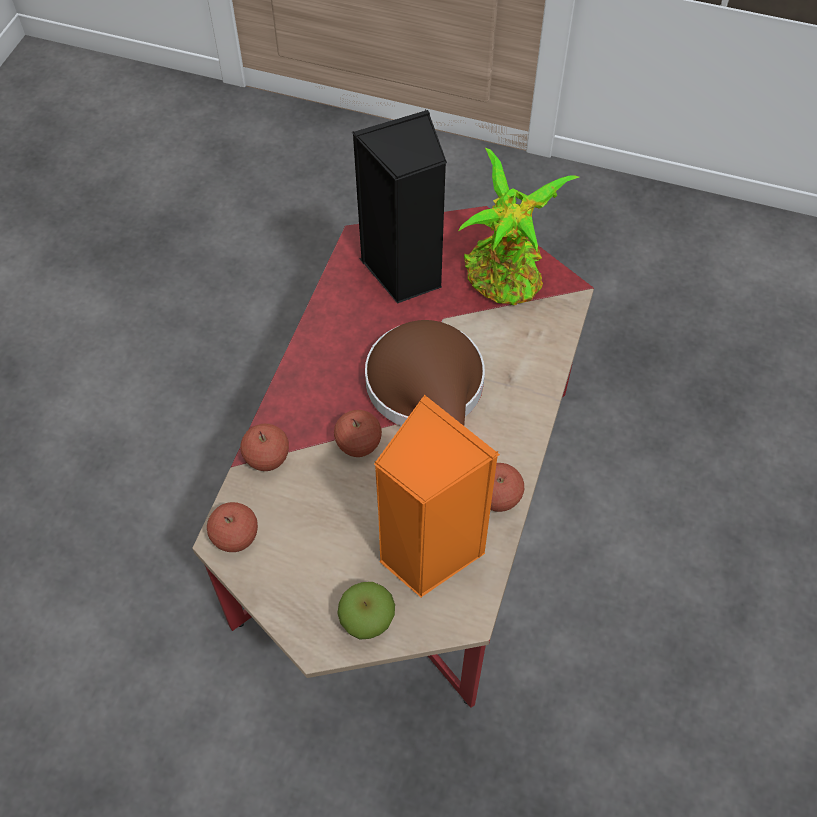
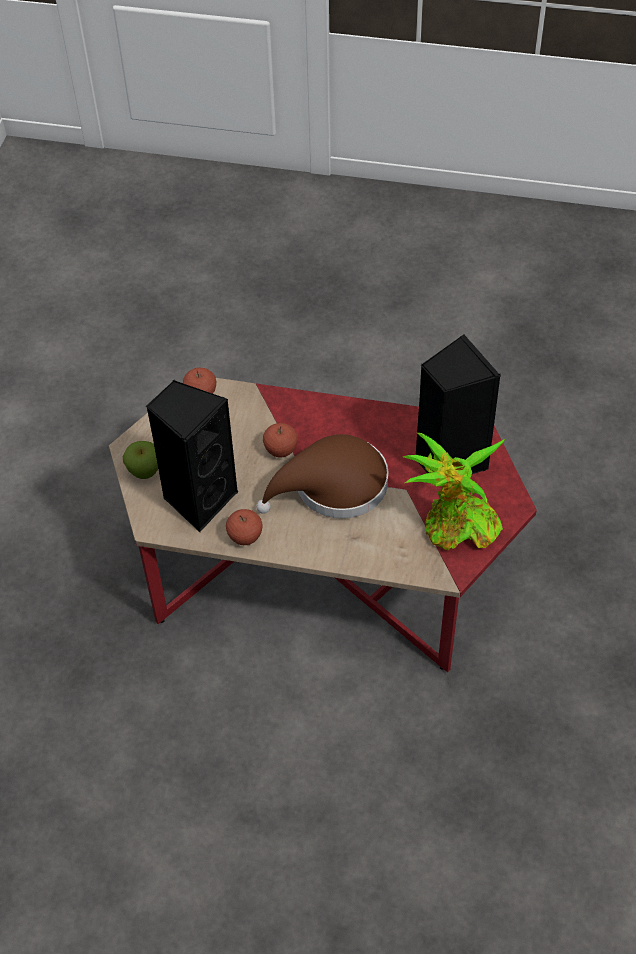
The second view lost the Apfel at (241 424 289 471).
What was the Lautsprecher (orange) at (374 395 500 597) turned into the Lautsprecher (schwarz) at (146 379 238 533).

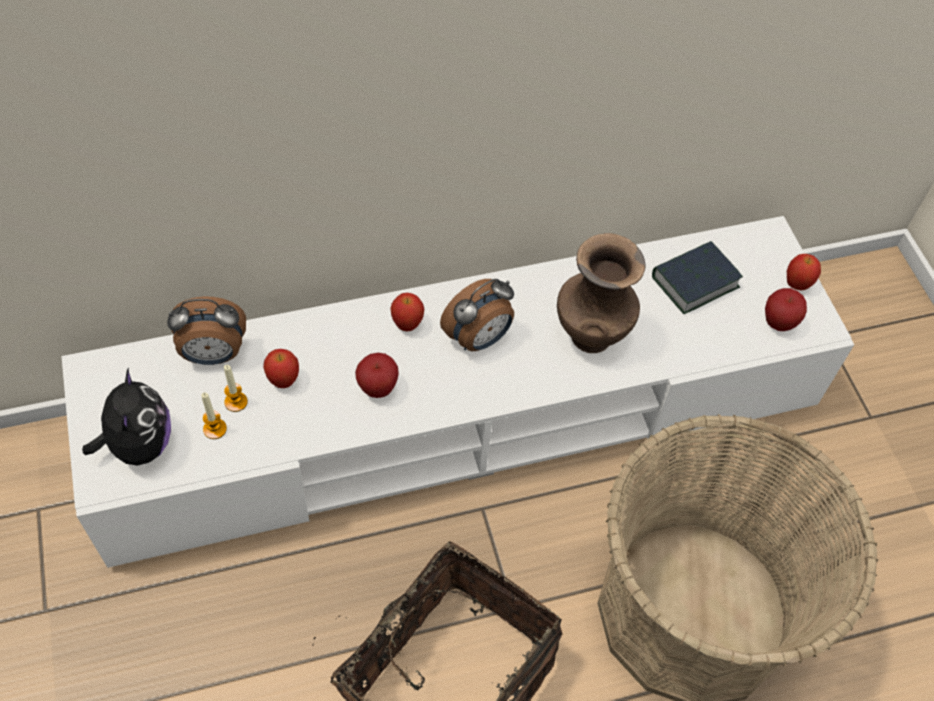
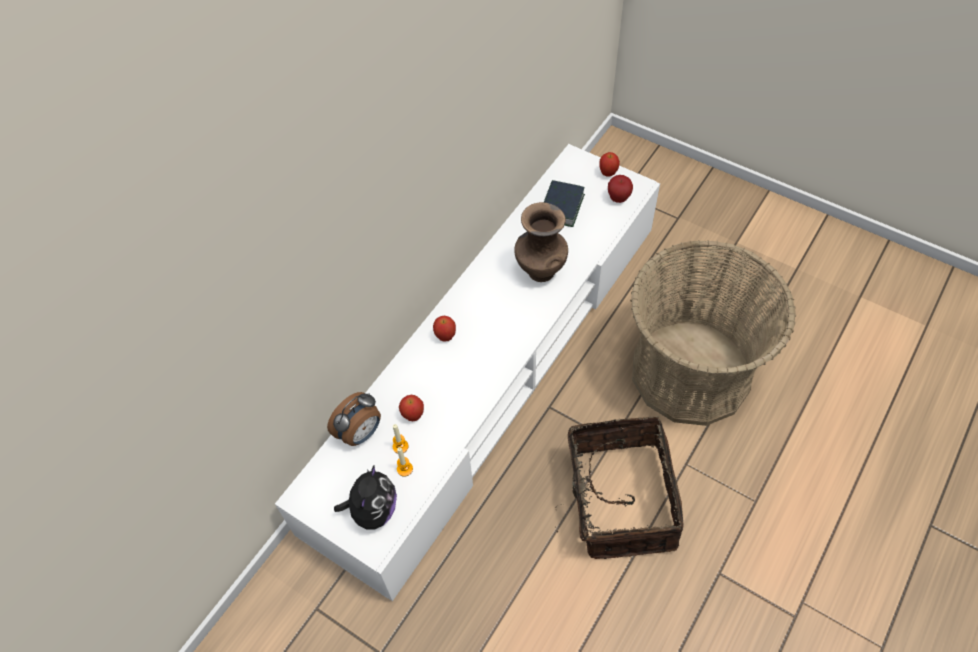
The Plüschtier at (82 367 171 466) ended up facing another way, 60 degrees clockwise from before.
The second view lost the Apfel at (355 353 399 398).
The second view lost the Wecker at (440 279 514 351).

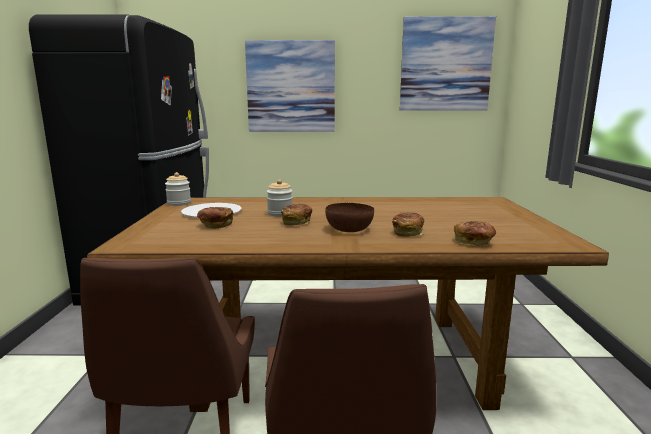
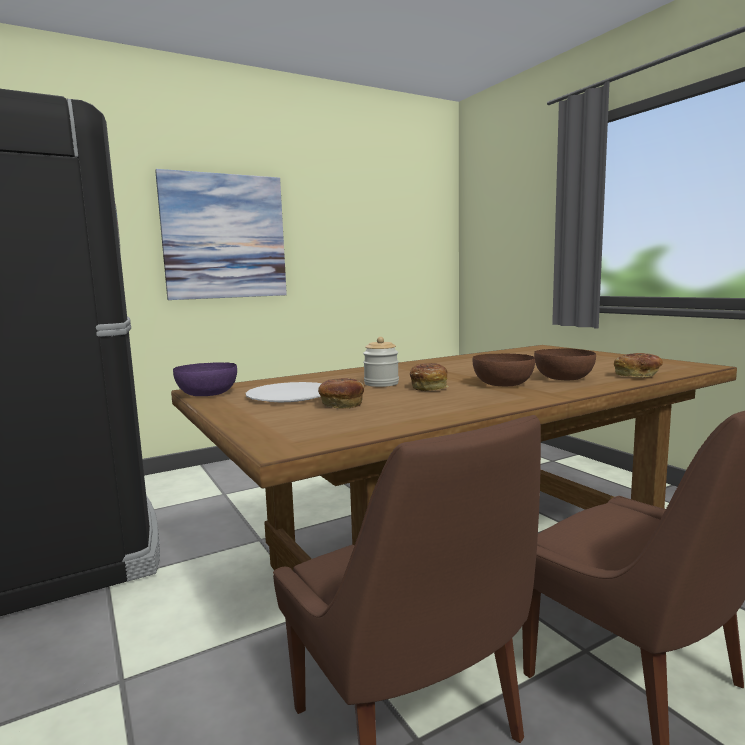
Where the Vorratsglas stood at (165 172 191 206), the Schüssel (lila) came to stand at (173 362 237 396).
Where the Brot stood at (392 212 424 237), the Schüssel (braun) came to stand at (534 348 596 380).
The second view lost the Bild at (400 16 496 111).

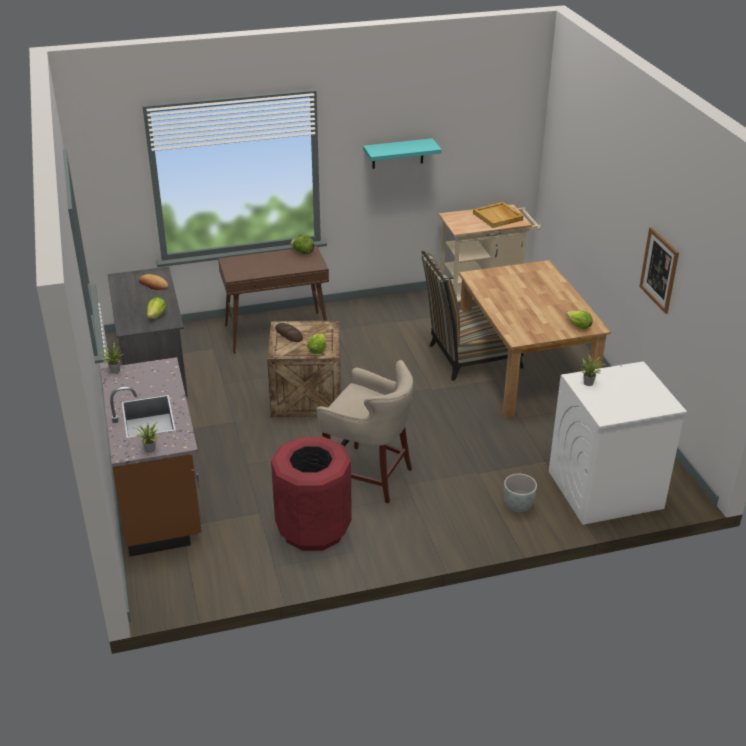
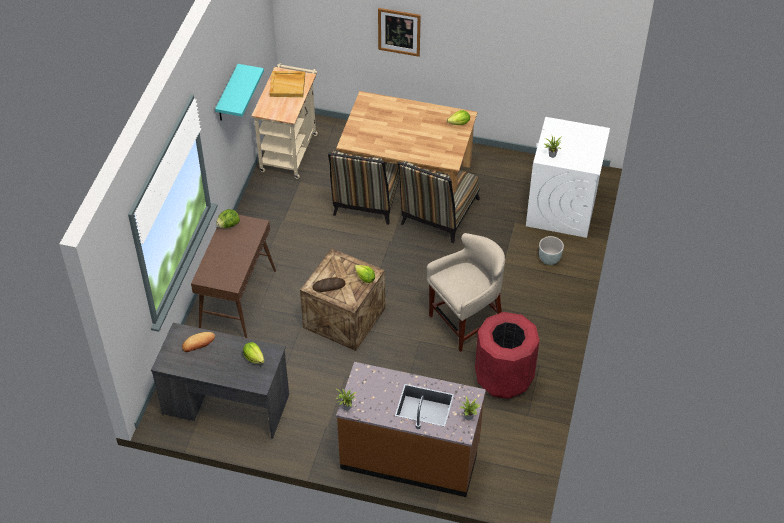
The Bild ended up elsewhere, having gone from (639 227 679 314) to (378 8 421 57).
The second view gained the Stuhl at (398 161 480 243).

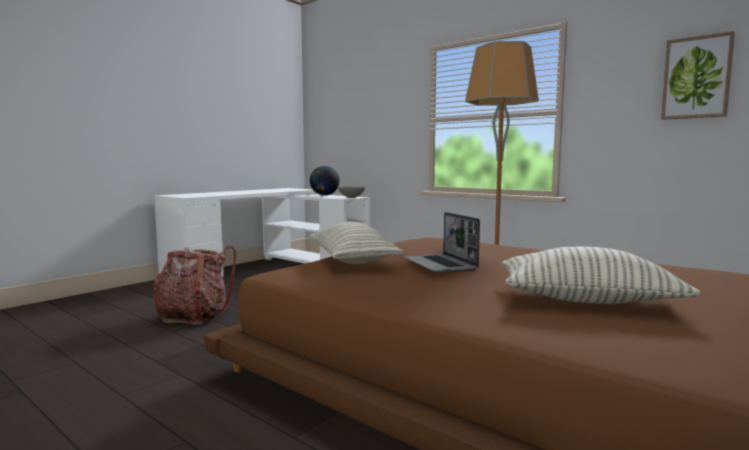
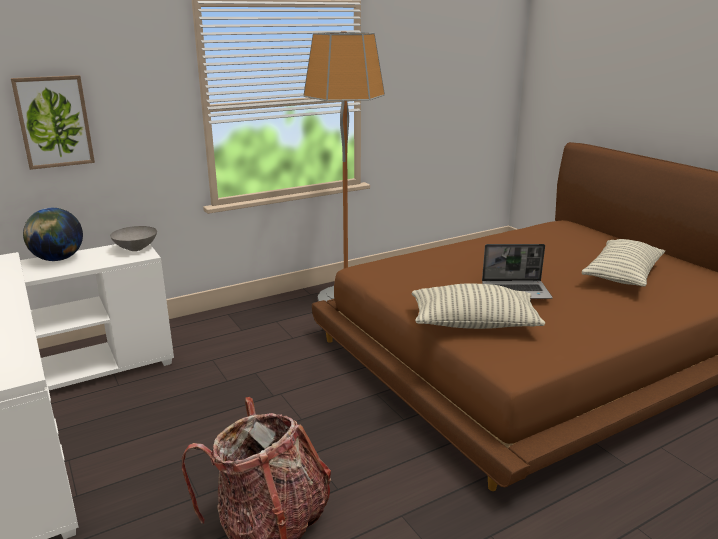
The Bild ended up elsewhere, having gone from (661 31 735 120) to (11 75 95 170).

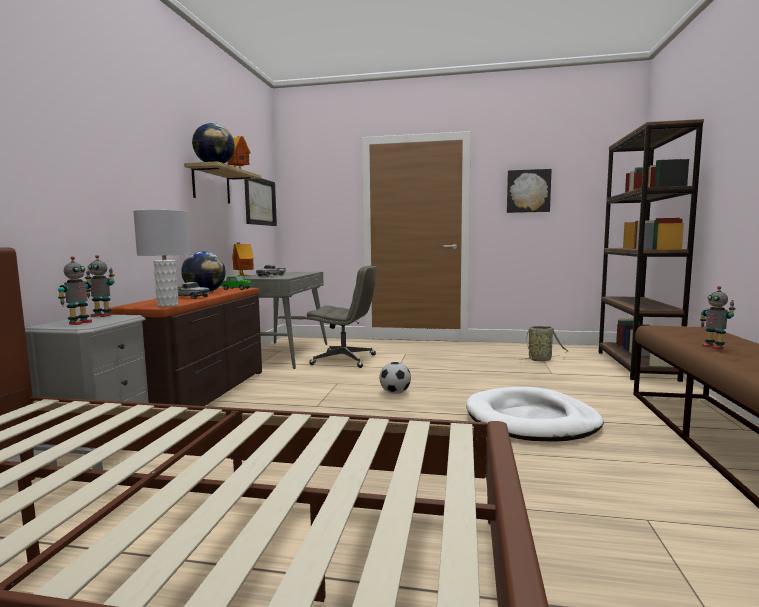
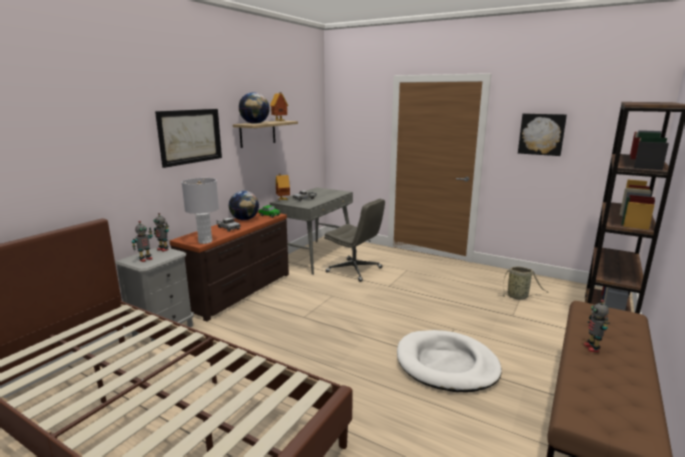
The Bild ended up elsewhere, having gone from (244 178 277 226) to (155 109 222 168).
The second view lost the Fußball at (380 362 411 394).

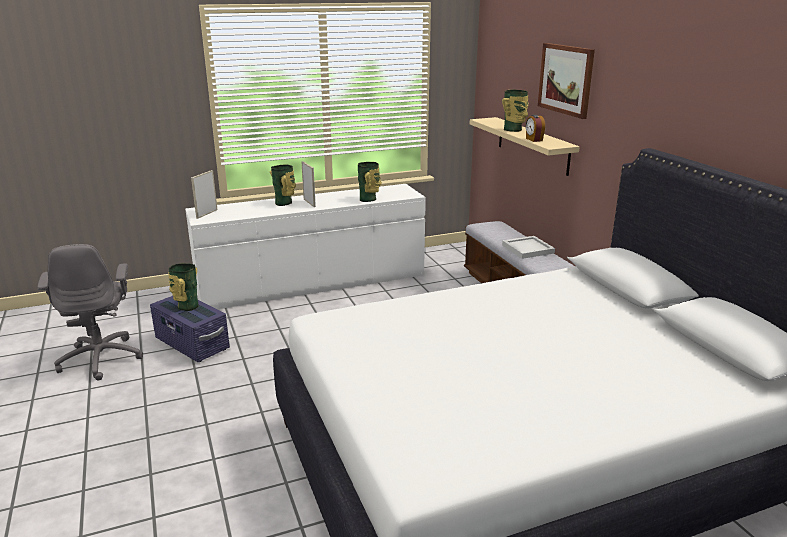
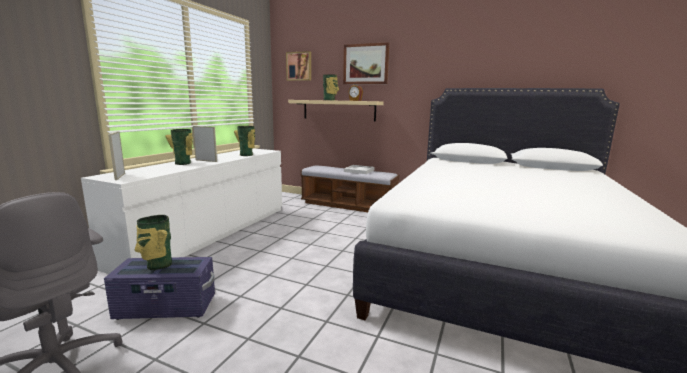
The second view gained the Bild at (286 51 311 81).

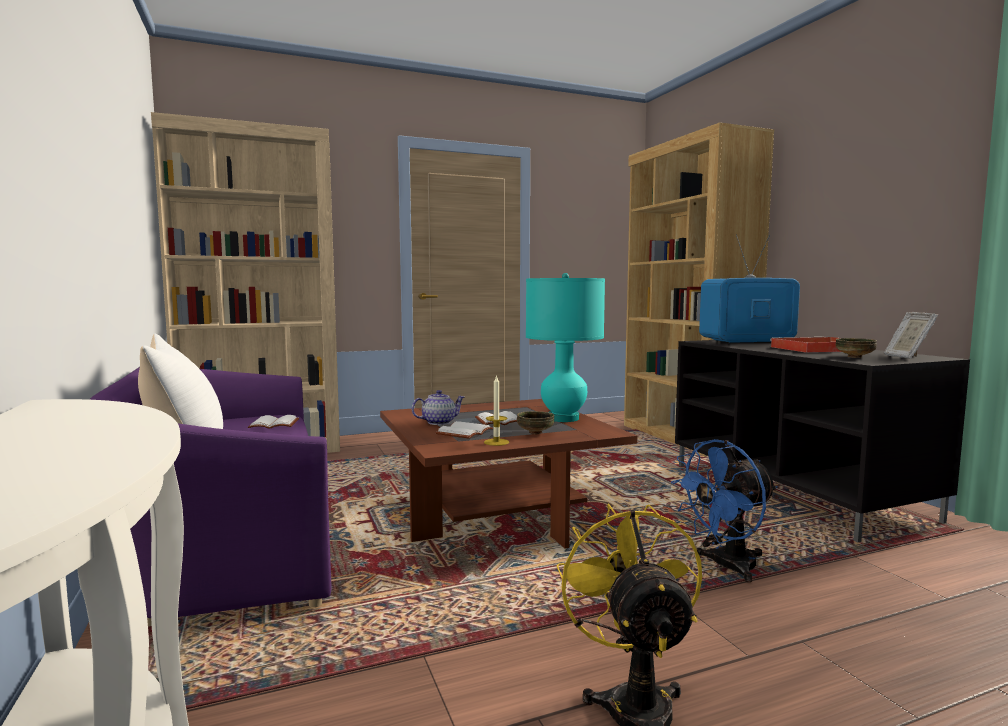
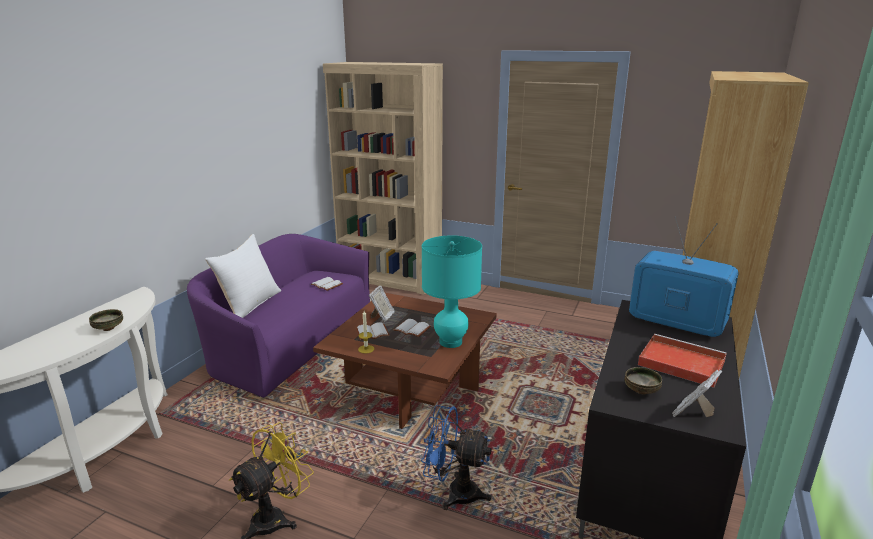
Where the Teekanne stood at (412 390 465 425), the Bilderrahmen came to stand at (369 286 395 322).
The Schüssel ended up elsewhere, having gone from (517 411 554 434) to (89 309 123 331).

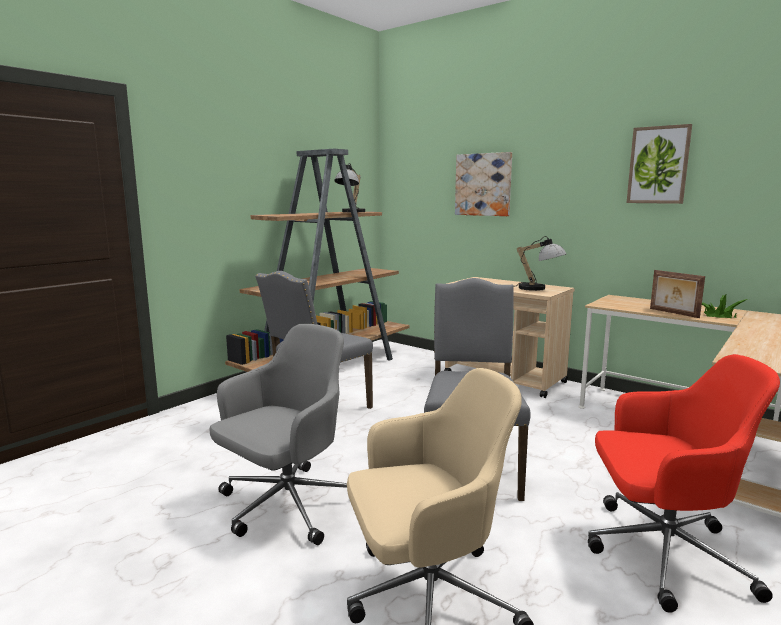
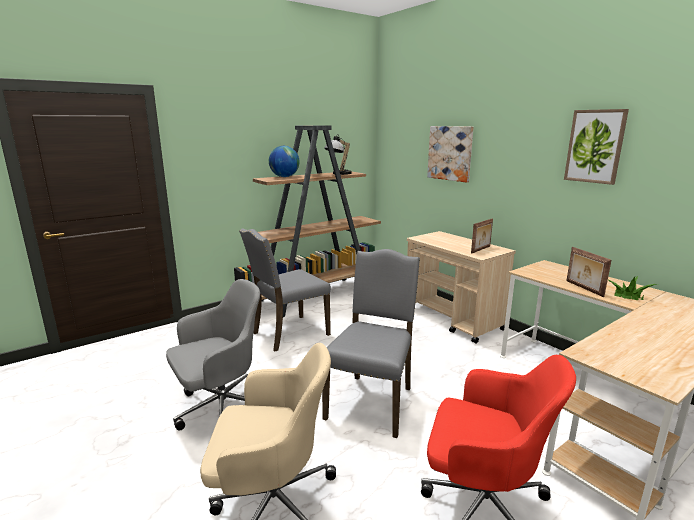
Where the Tischlampe stood at (516 236 566 291), the Bilderrahmen came to stand at (471 218 493 254).
The second view gained the Globus at (269 146 299 177).

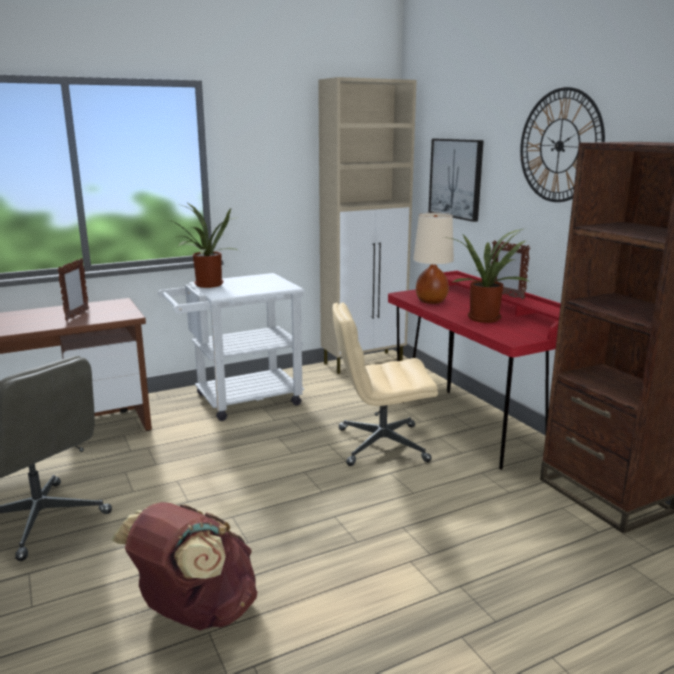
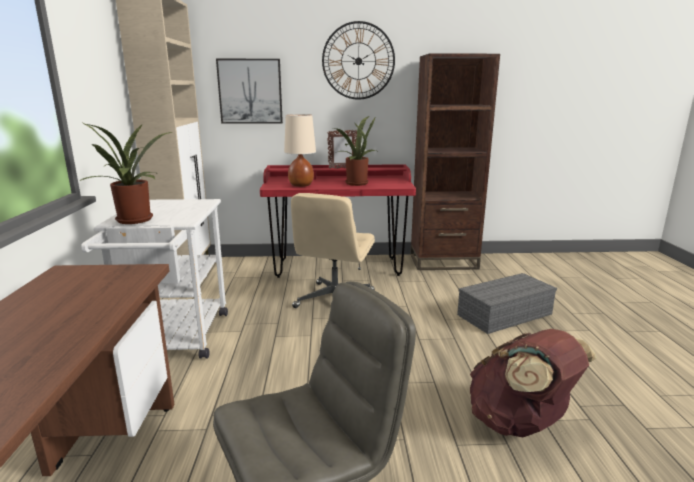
The second view lost the Bilderrahmen at (57 258 89 321).
The second view gained the Aufbewahrungsbox (grau) at (457 273 557 334).

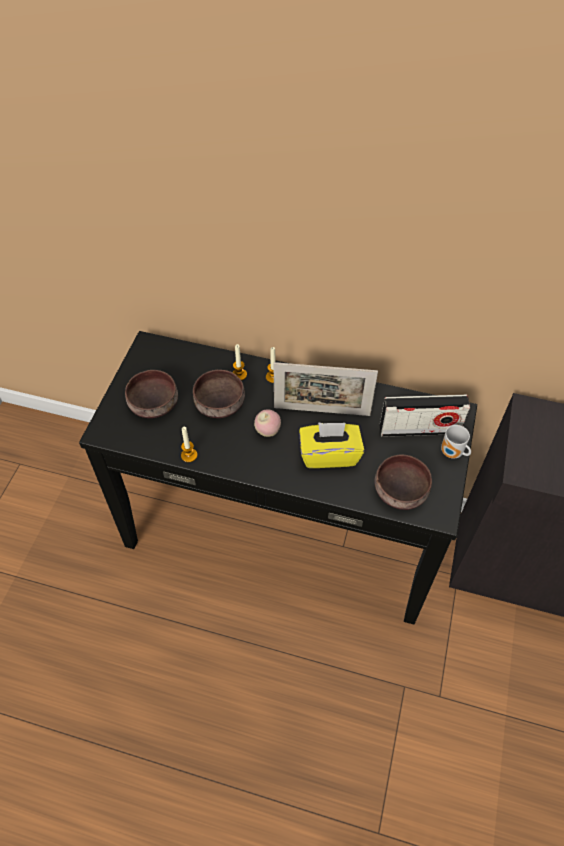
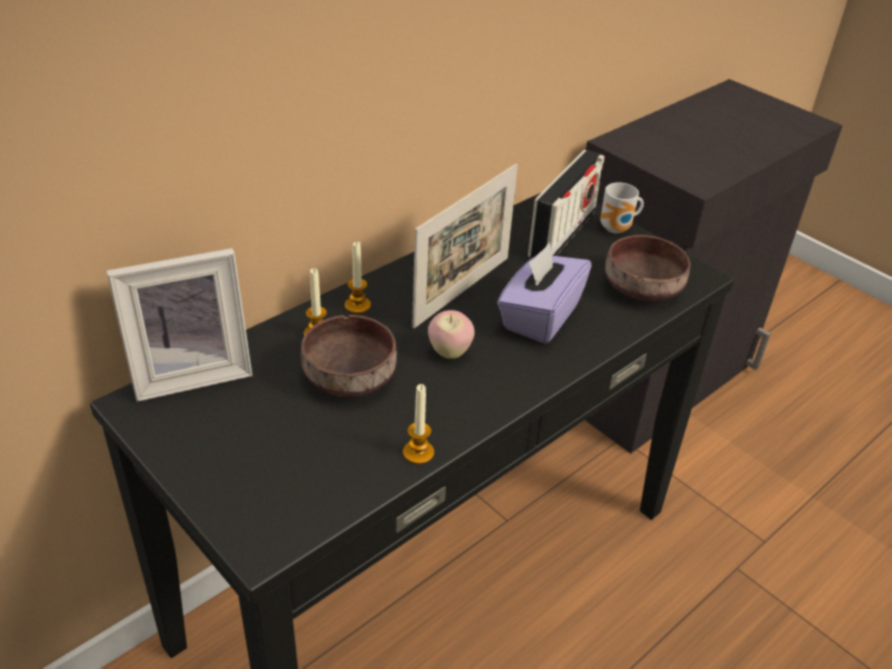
The second view lost the Schüssel (braun) at (125 370 178 418).
What was the Taschentuchbox (gelb) at (299 422 364 468) turned into the Taschentuchbox (lila) at (497 242 592 344).
The second view gained the Bilderrahmen at (107 248 252 402).

